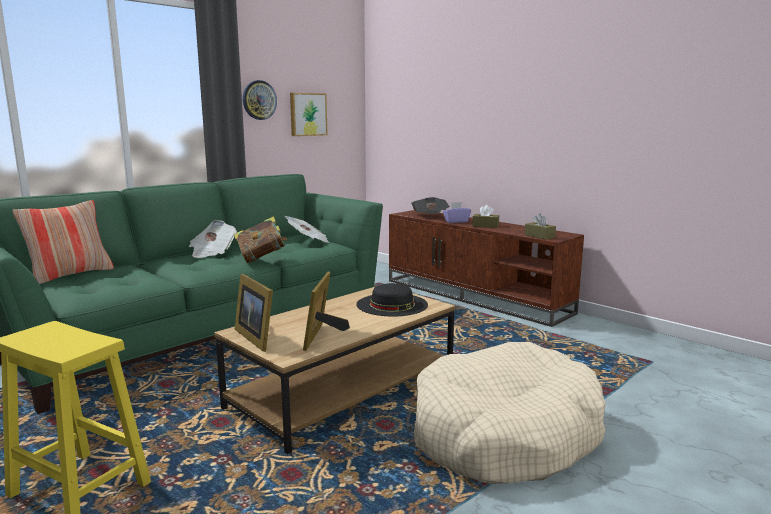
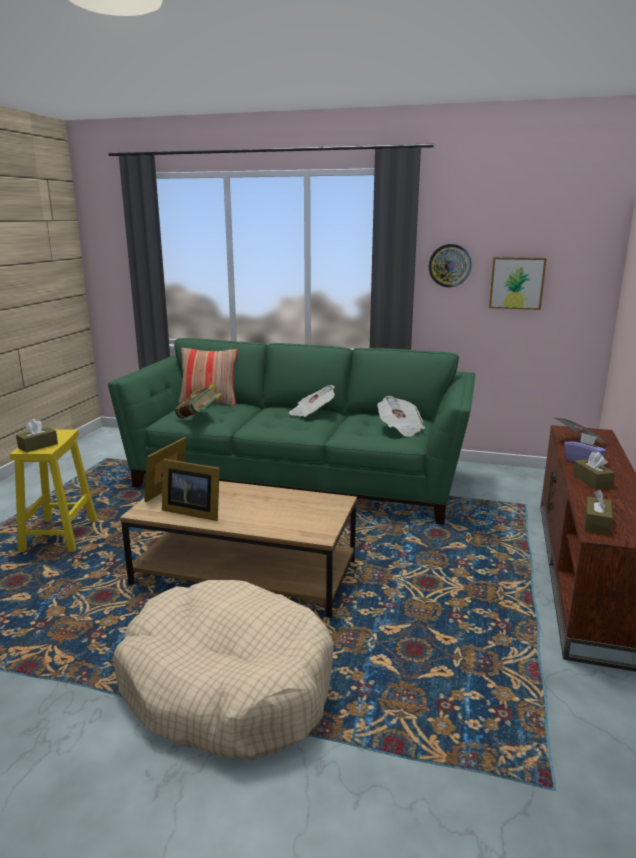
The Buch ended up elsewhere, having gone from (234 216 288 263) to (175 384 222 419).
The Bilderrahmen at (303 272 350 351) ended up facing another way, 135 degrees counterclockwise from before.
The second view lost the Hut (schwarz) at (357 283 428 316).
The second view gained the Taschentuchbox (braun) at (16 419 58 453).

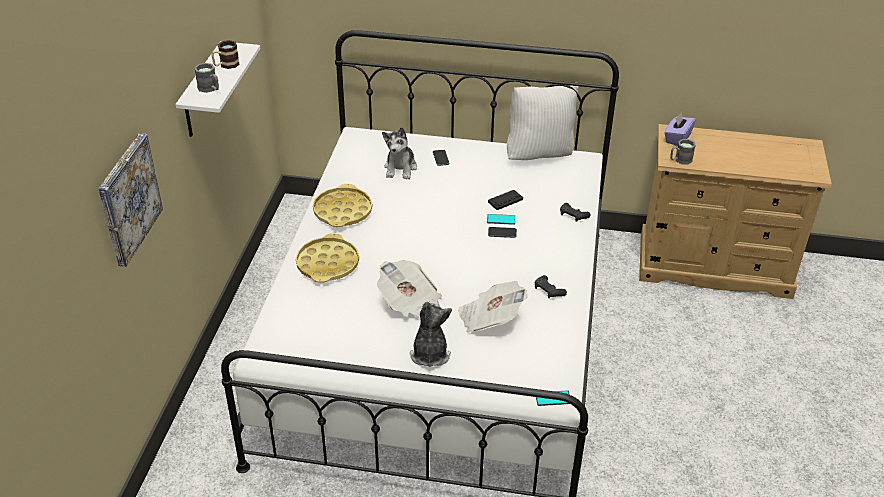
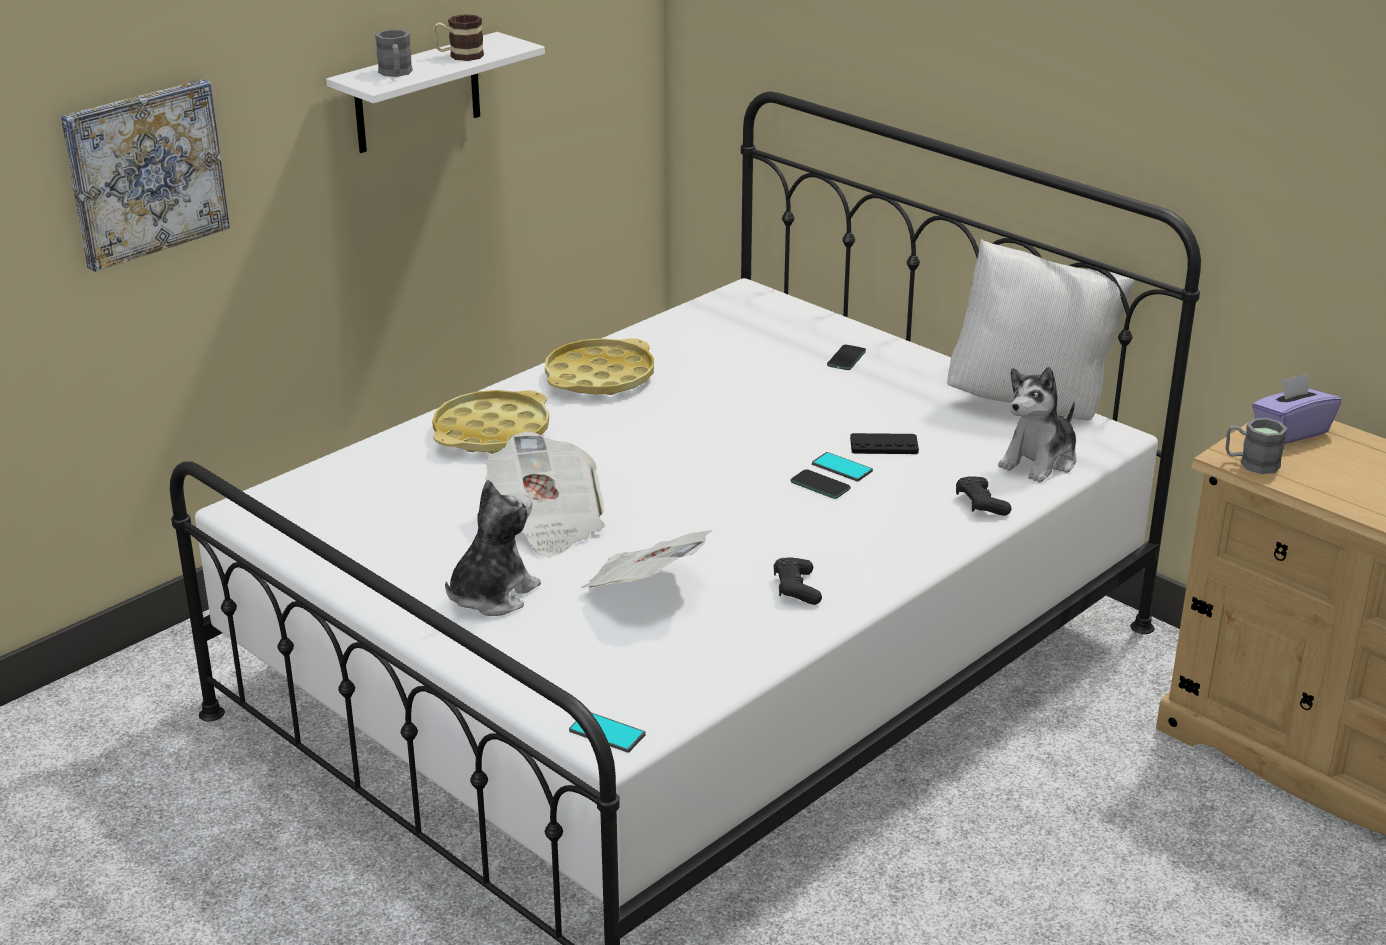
The Plüschtier ended up elsewhere, having gone from (382 127 417 179) to (998 367 1077 483).

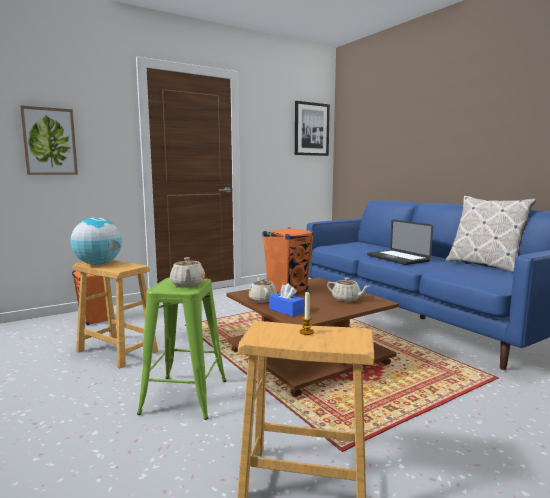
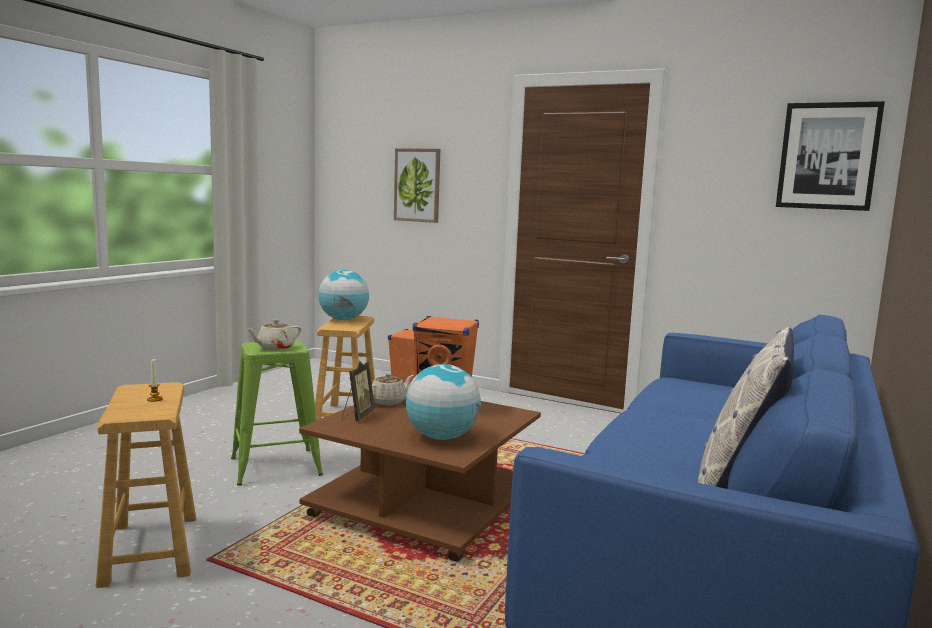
Where the Taschentuchbox (blau) stood at (269 283 305 317), the Bilderrahmen came to stand at (342 361 375 421).
Where the Teekanne (beige) stood at (327 278 369 302), the Globus came to stand at (406 364 481 440).
The second view lost the Laptop at (367 220 433 265).

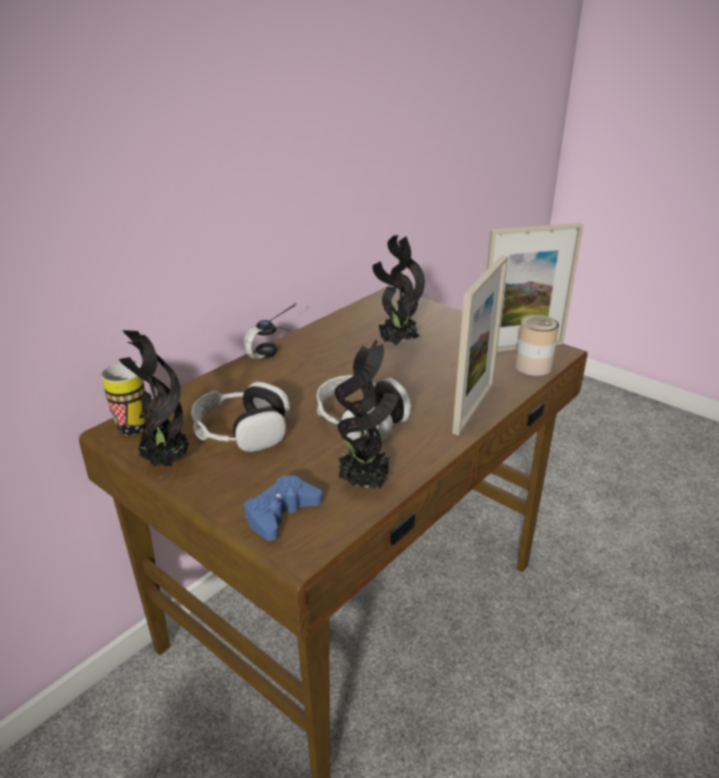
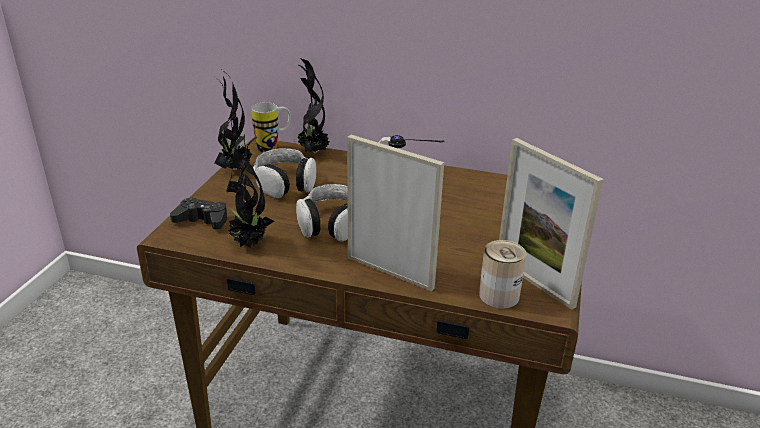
What was the Gamepad (blau) at (244 475 322 541) turned into the Gamepad (schwarz) at (170 197 227 230).
The Topfpflanze ended up elsewhere, having gone from (373 235 425 346) to (295 58 330 153).
The Bilderrahmen at (452 255 508 435) ended up facing another way, 150 degrees counterclockwise from before.

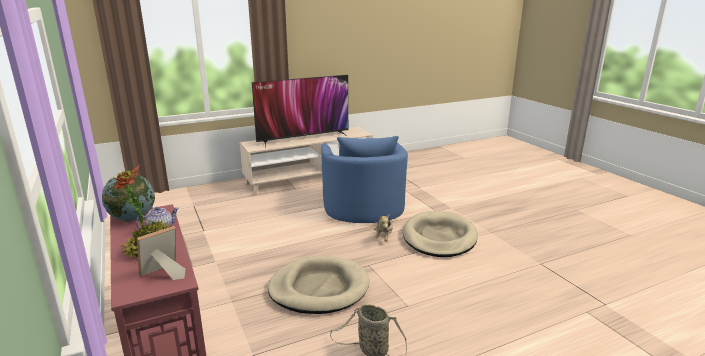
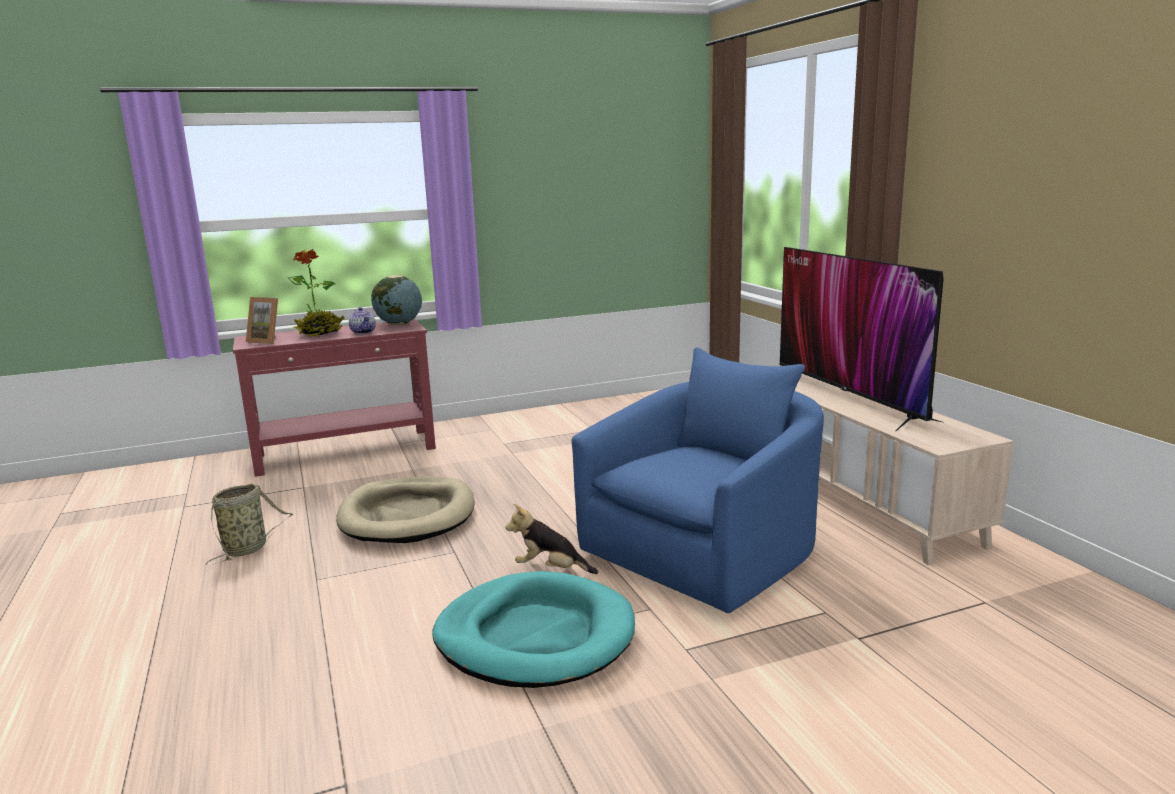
The Bilderrahmen at (137 226 185 280) ended up facing another way, 150 degrees clockwise from before.
The Sessel (blau) at (321 136 408 223) ended up facing another way, 135 degrees clockwise from before.
What was the Hundebett (beige) at (403 211 478 257) turned into the Hundebett (türkis) at (432 571 635 688).

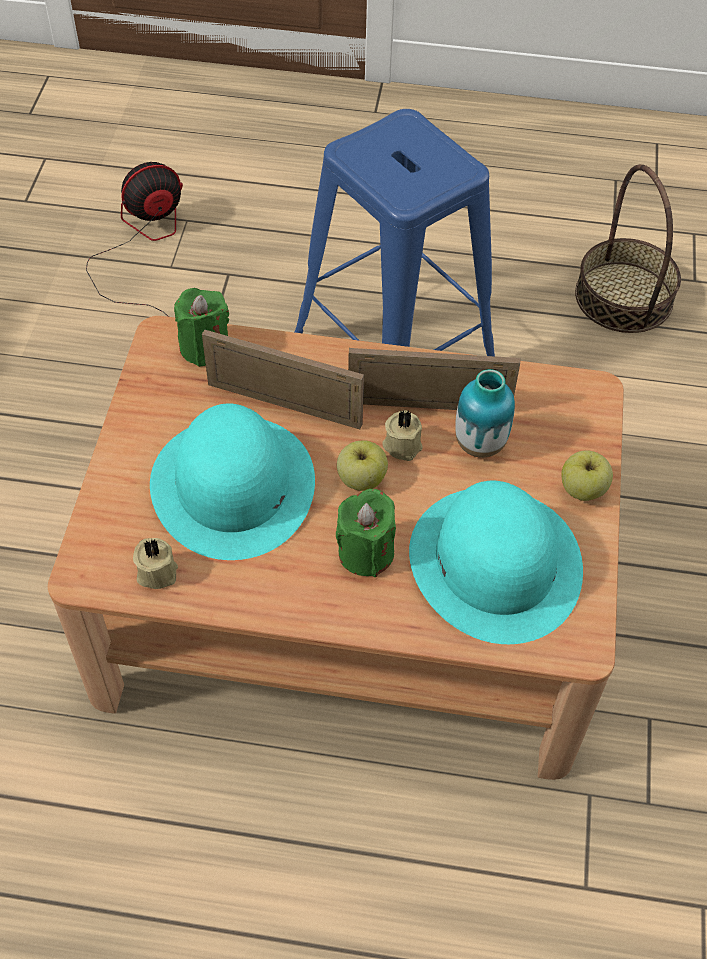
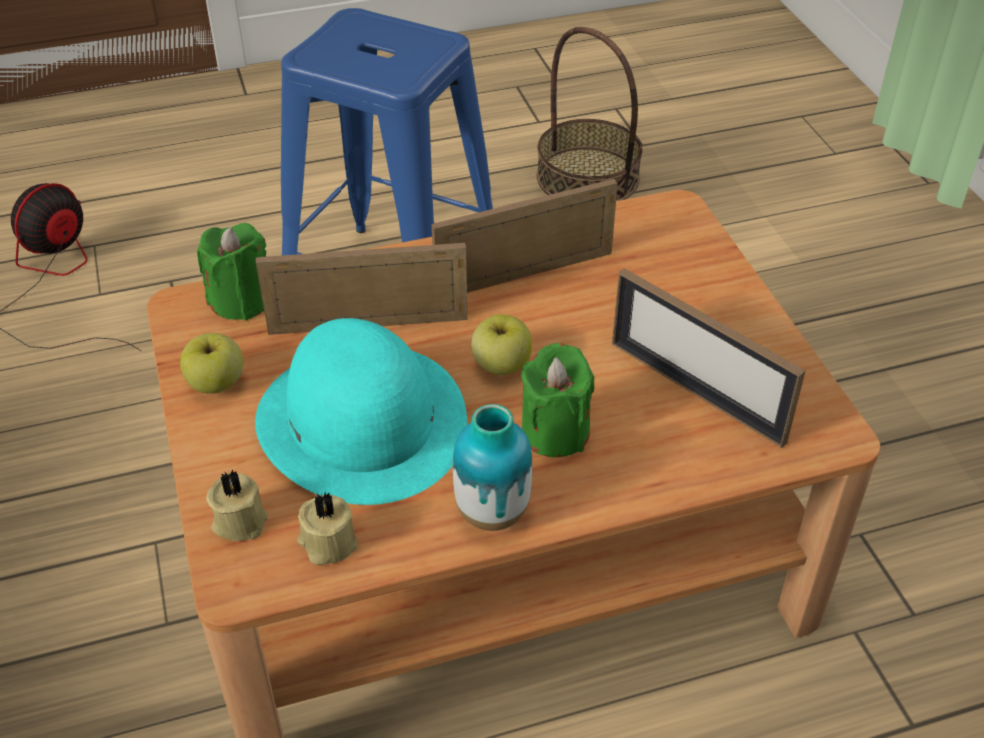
The Kerze (beige) ended up elsewhere, having gone from (382 410 423 461) to (206 470 268 541).
Where the Hut (türkis) stood at (409 480 583 644), the Bilderrahmen came to stand at (612 268 805 448).
The Vase ended up elsewhere, having gone from (455 369 515 458) to (453 404 532 531).
The Apfel ended up elsewhere, having gone from (561 450 613 501) to (180 333 243 394).

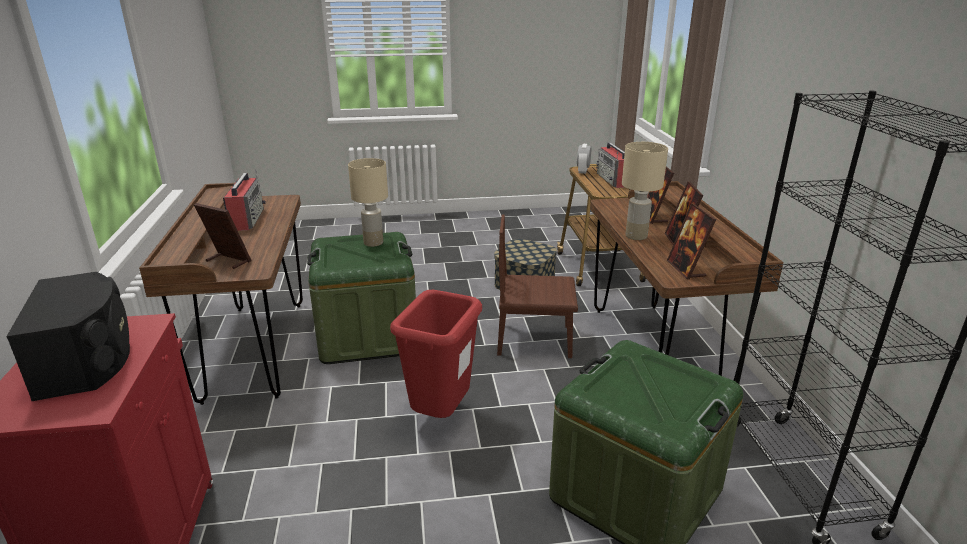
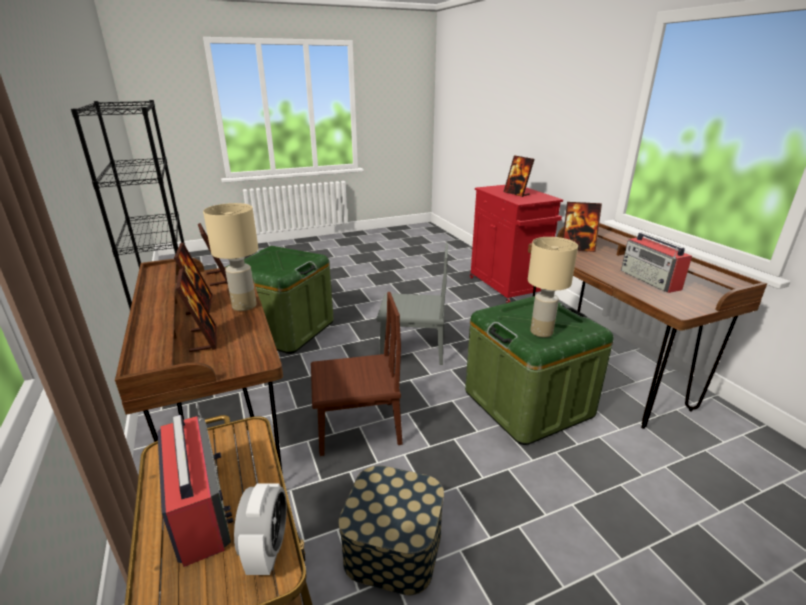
Where the Lautsprecher (schwarz) stood at (6 272 130 401), the Bilderrahmen came to stand at (504 155 534 197).
Where the Mülleimer (rot) stood at (390 290 482 418), the Stuhl (grau) came to stand at (376 243 448 365).

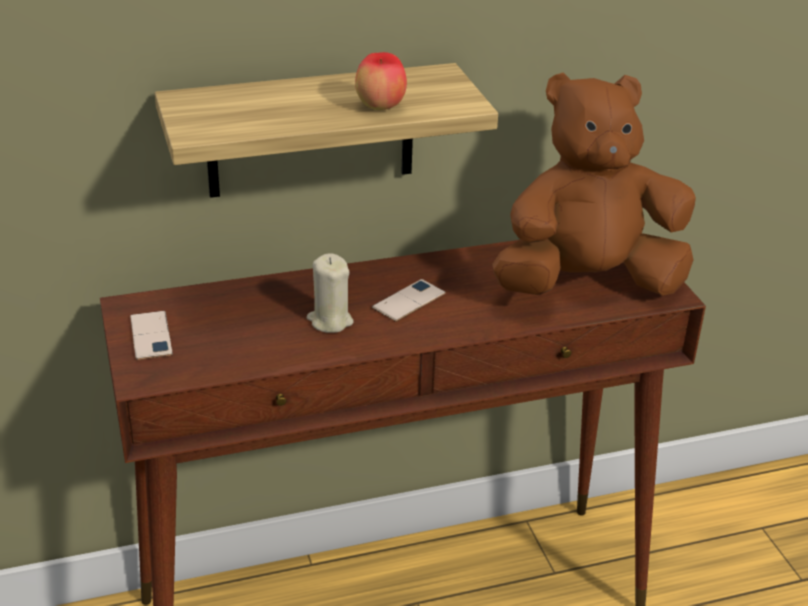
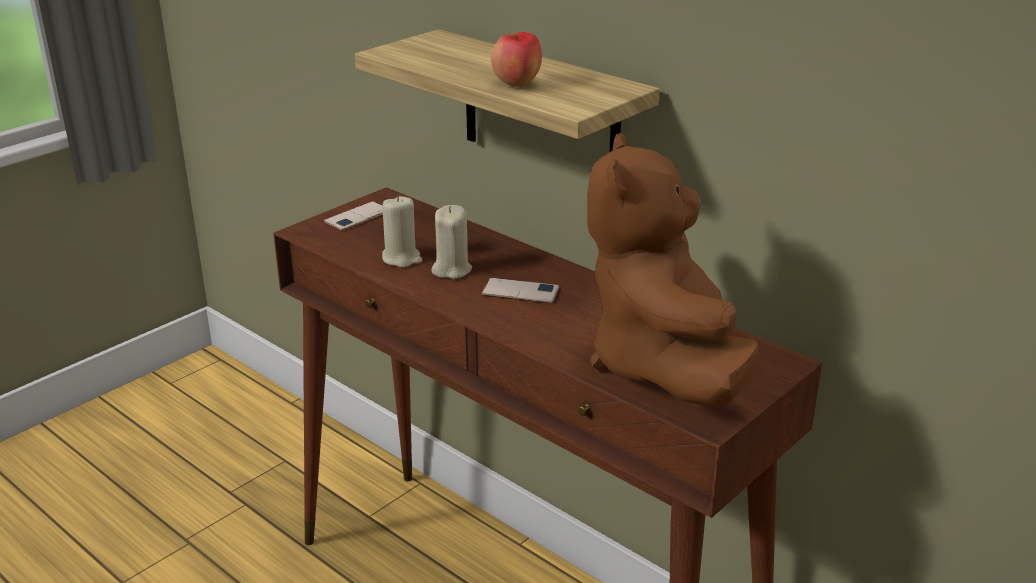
The Plüschtier (braun) at (492 73 696 296) ended up facing another way, 135 degrees counterclockwise from before.
The second view gained the Kerze (beige) at (382 196 423 268).

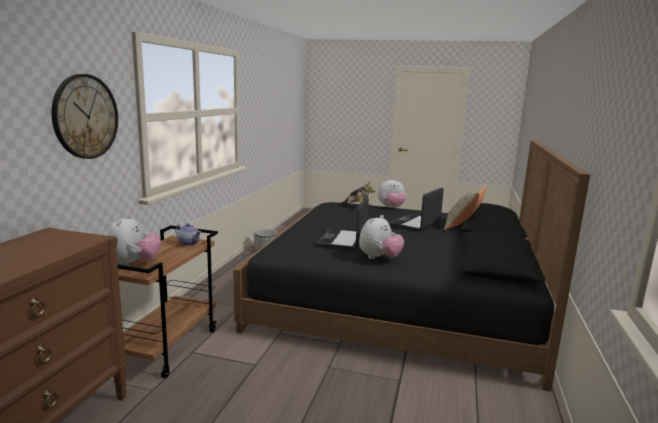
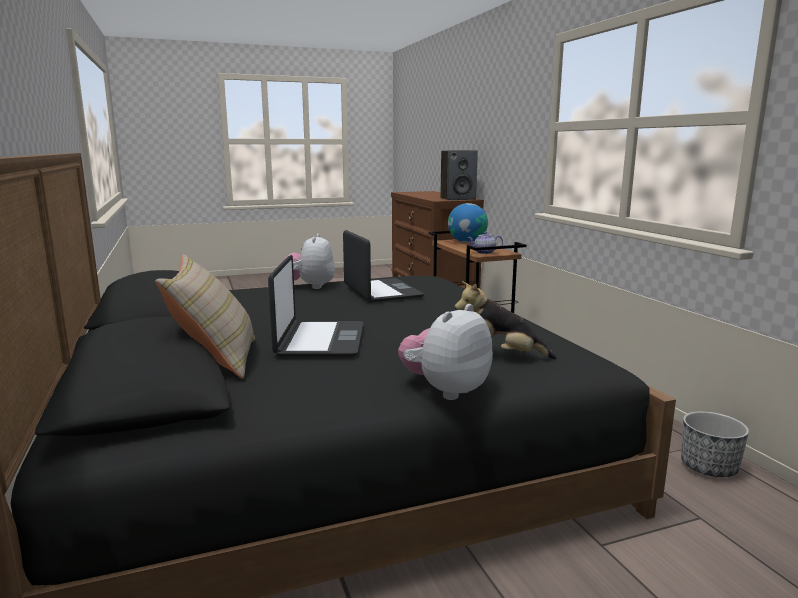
The second view lost the Wanduhr at (51 74 118 159).
Where the Plüschtier stood at (108 215 161 266), the Globus came to stand at (448 203 488 242).
The second view gained the Lautsprecher at (440 150 478 200).

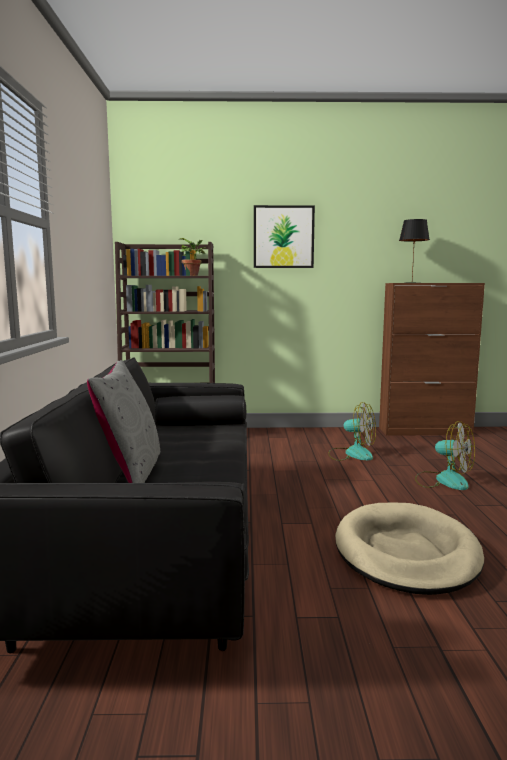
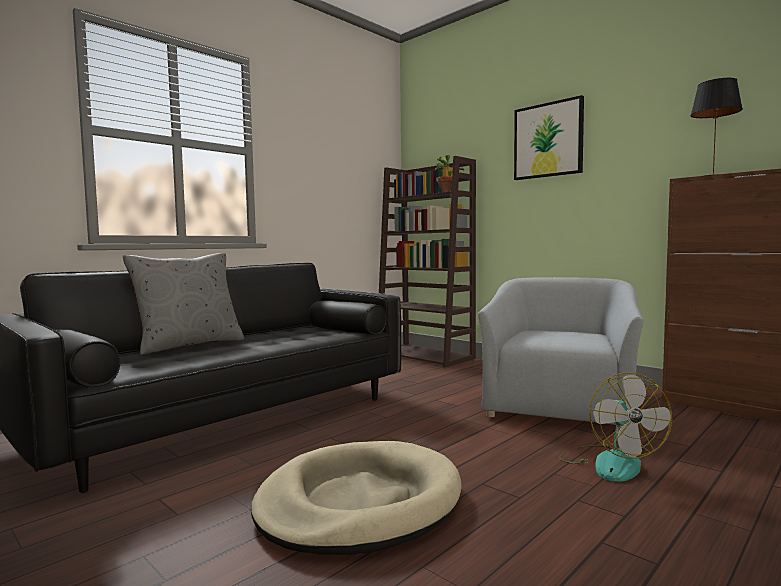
Where the Ventilator stood at (328 402 376 461), the Sessel (grau) came to stand at (478 277 644 425).

